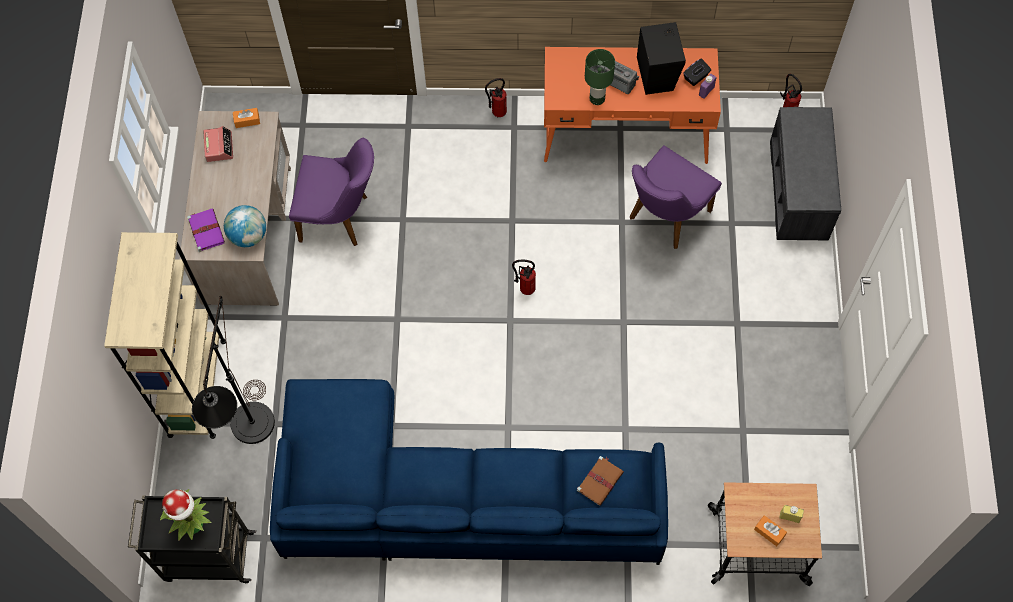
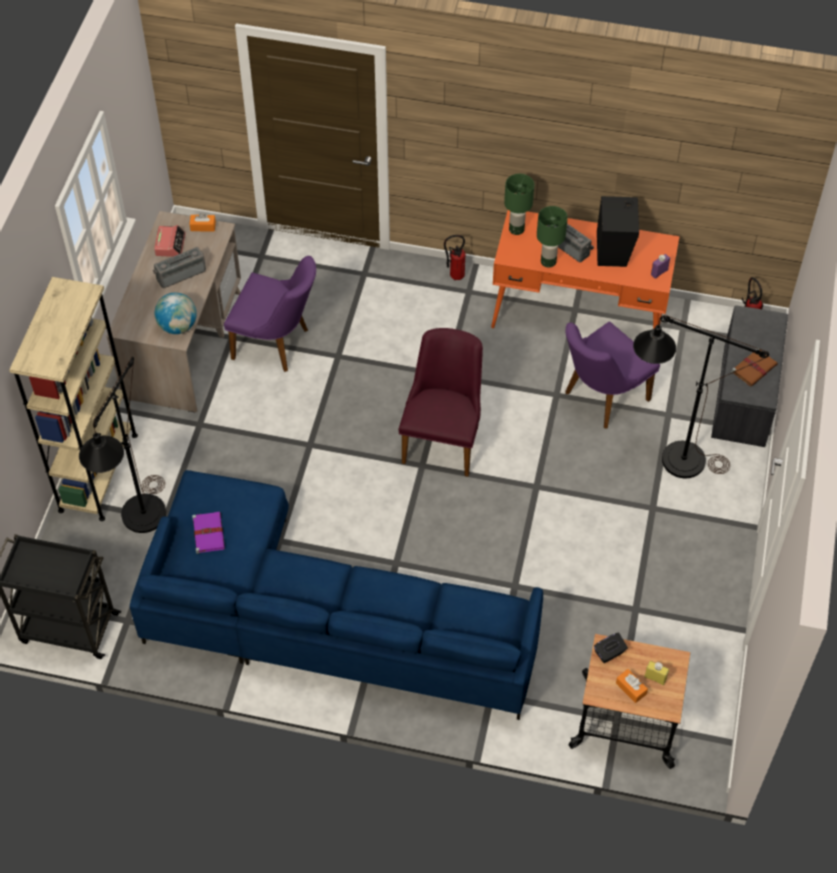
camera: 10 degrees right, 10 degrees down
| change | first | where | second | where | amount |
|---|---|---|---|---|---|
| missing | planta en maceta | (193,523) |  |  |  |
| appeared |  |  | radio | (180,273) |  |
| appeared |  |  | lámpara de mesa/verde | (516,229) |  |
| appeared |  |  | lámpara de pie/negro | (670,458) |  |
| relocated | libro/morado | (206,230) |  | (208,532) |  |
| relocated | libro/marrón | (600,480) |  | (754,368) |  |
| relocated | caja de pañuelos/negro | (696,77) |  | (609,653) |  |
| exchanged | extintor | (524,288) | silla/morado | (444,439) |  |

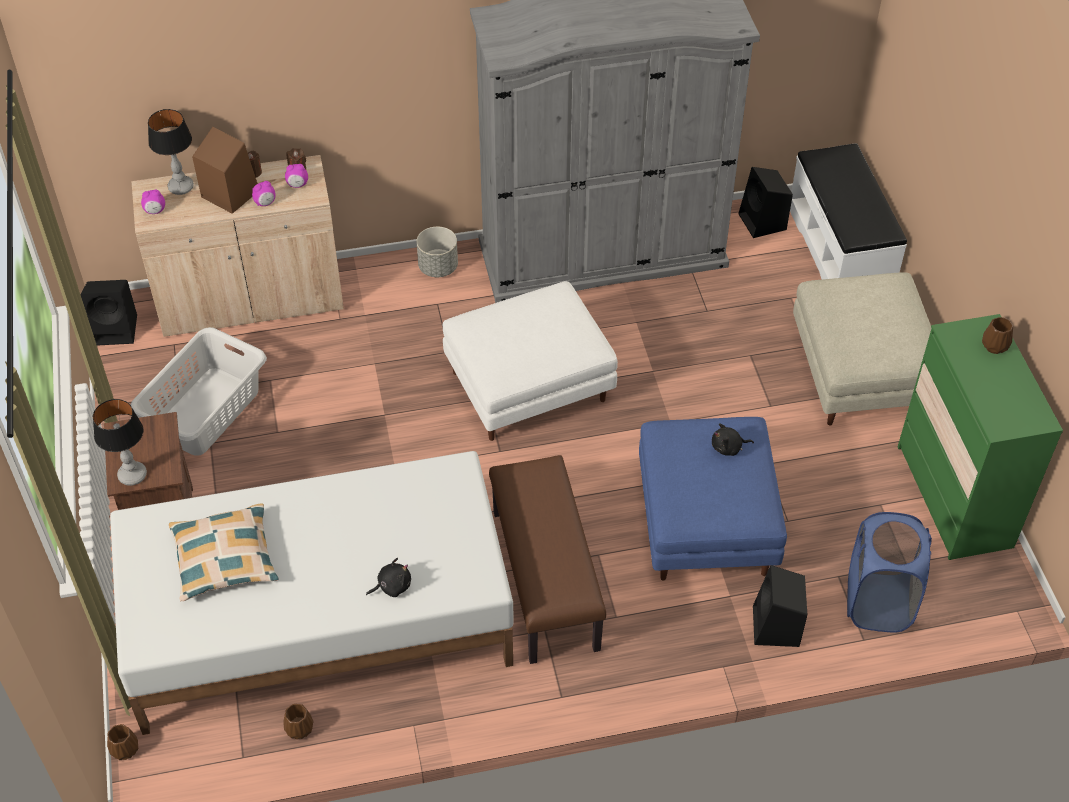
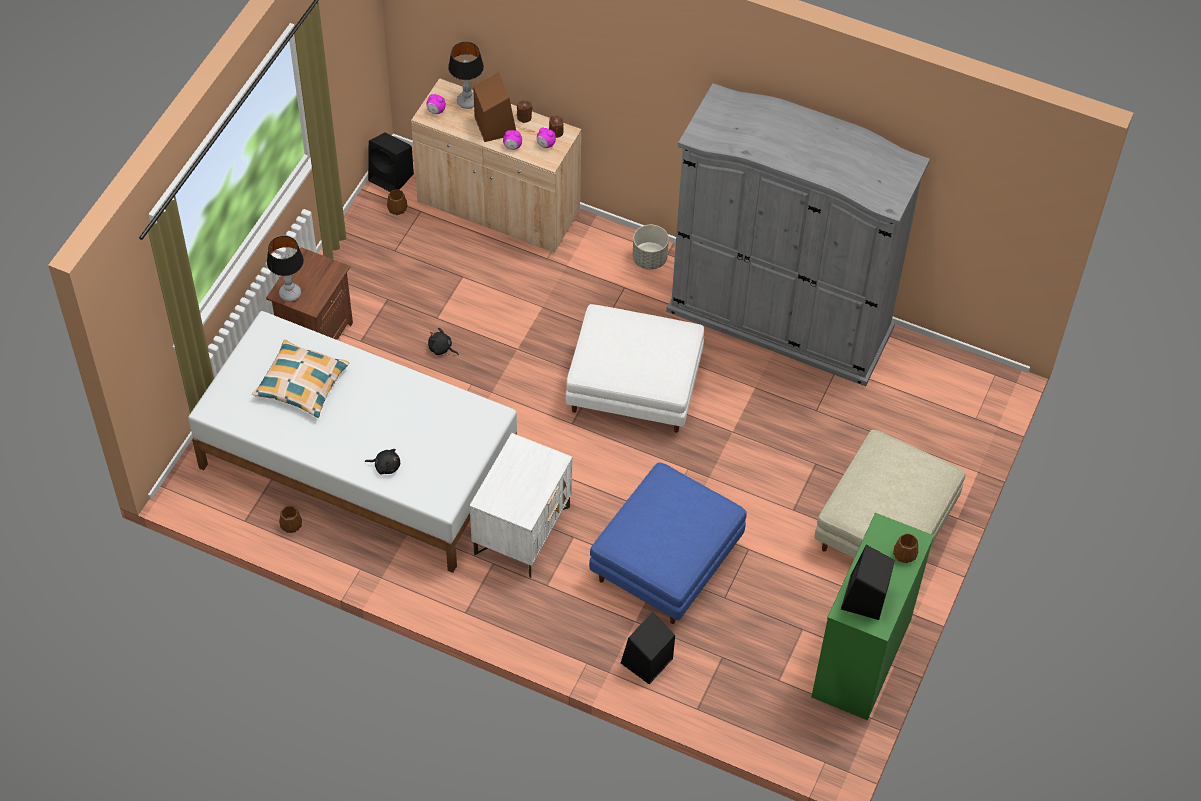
camera: 35 degrees right, 5 degrees up
| change | first | where | second | where | amount |
|---|---|---|---|---|---|
| missing | cesto de la ropa/gris | (205,411) |  |  |  |
| missing | banco/blanco | (840,251) |  |  |  |
| missing | cesto de la ropa/azul | (878,603) |  |  |  |
| relocated | florero/marrón | (124,748) |  | (397,208) |  |
| relocated | peluche/negro | (728,447) |  | (441,349) |  |
| relocated | altavoz/negro | (763,222) |  | (864,599) |  |
| exchanged | banco/marrón | (543,579) | mesita de noche/blanco | (522,530) |  |

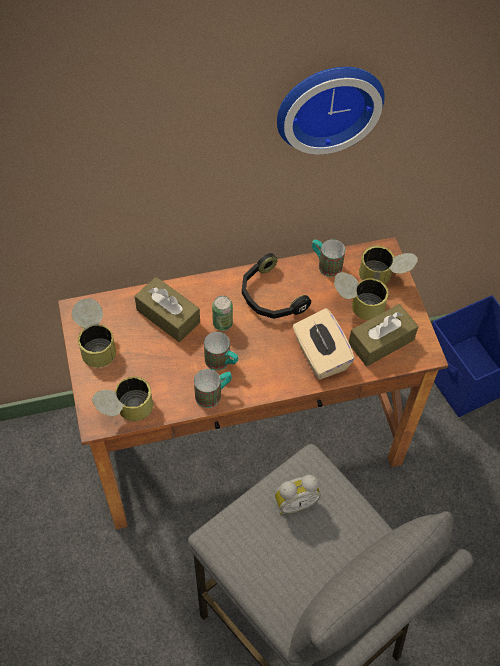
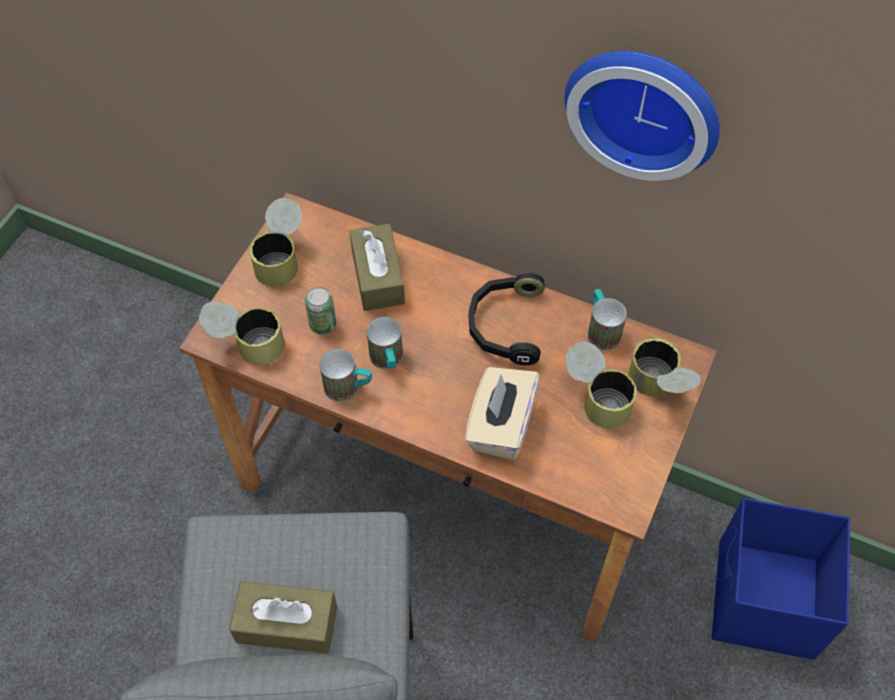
camera: 40 degrees right, 0 degrees up
| change | first | where | second | where | amount |
|---|---|---|---|---|---|
| missing | despertador | (295,502) |  |  |  |
| relocated | lata | (222,323) |  | (323,325) |  |
| relocated | caja de pañuelos/marrón | (381,341) |  | (287,624) |  |

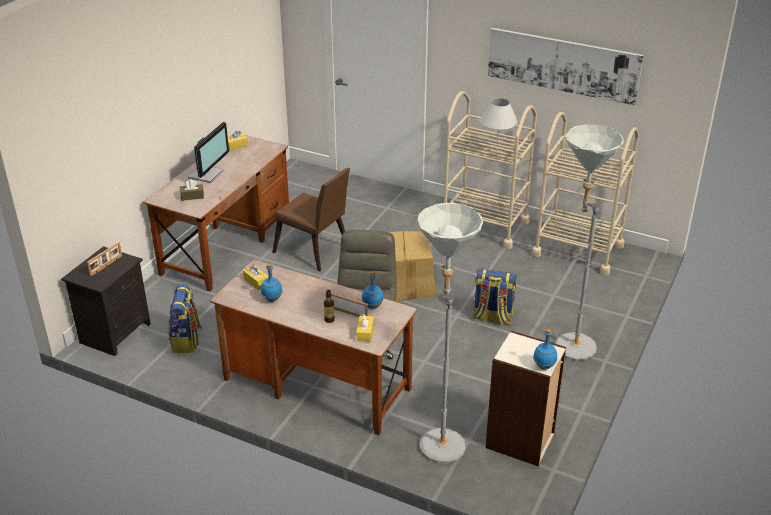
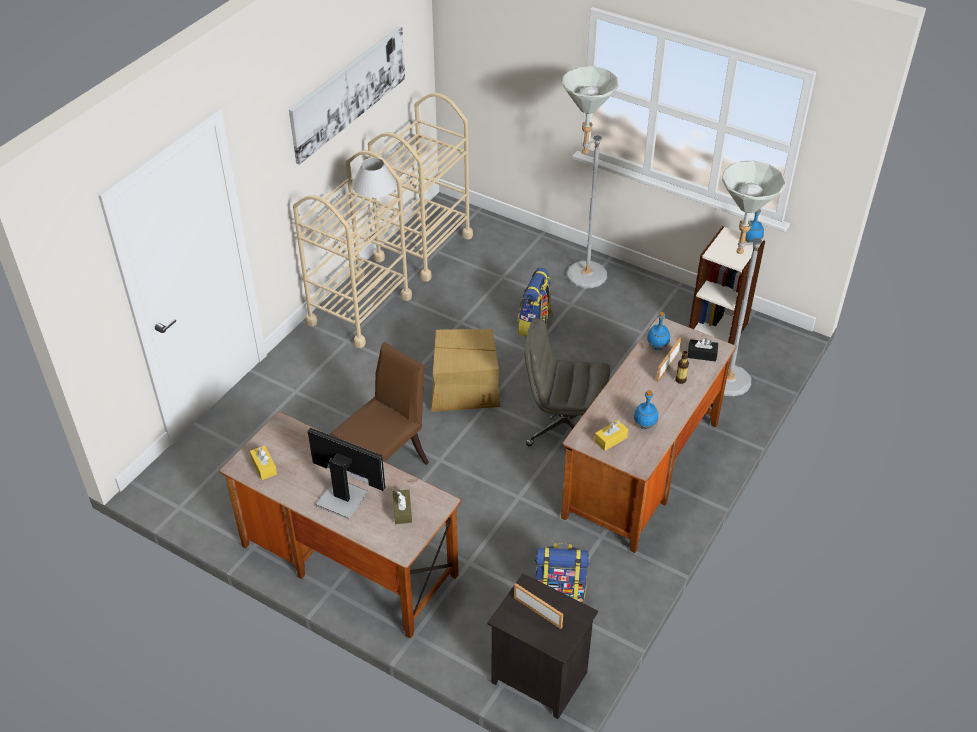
camera: 85 degrees left, 10 degrees up
| change | first | where | second | where | amount |
|---|---|---|---|---|---|
| colour | caja de pañuelos/amarillo | (365,333) | caja de pañuelos/negro | (702,354) |  |

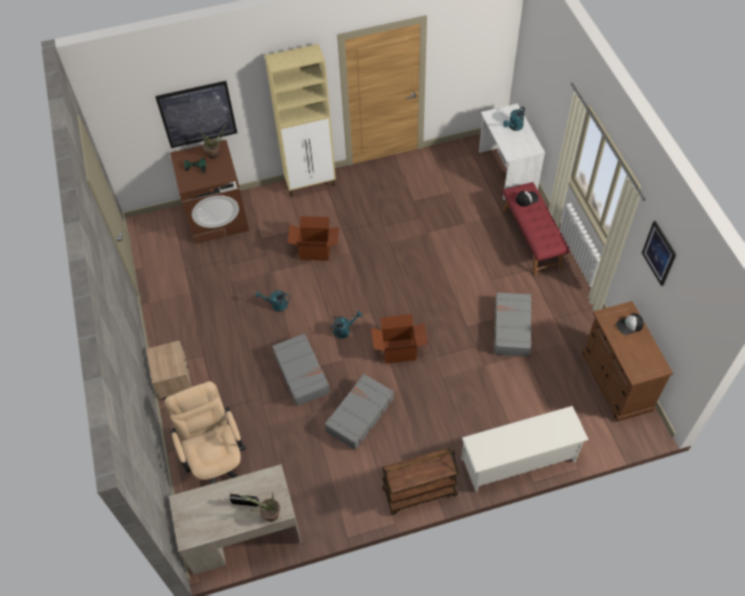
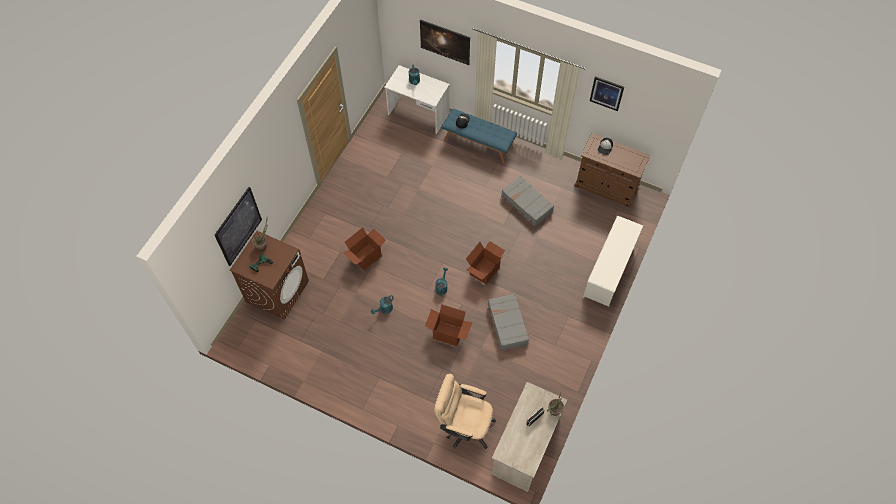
camera: 50 degrees left, 5 degrees up
| change | first | where | second | where | amount |
|---|---|---|---|---|---|
| missing | mesita de noche/beis | (175,381) |  |  |  |
| missing | armario/beis | (311,184) |  |  |  |
| missing | carrito/marrón | (419,493) |  |  |  |
| appeared |  |  | cuadro | (445,48) |  |
| exchanged | maleta/gris | (302,373) | caja de cartón | (448,333) |  |
| colour | banco/rojo | (532,239) | banco/azul | (478,144) |  |

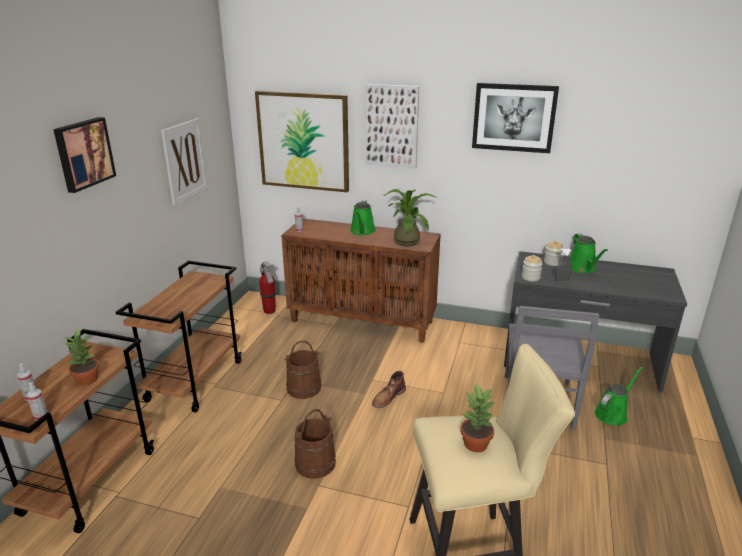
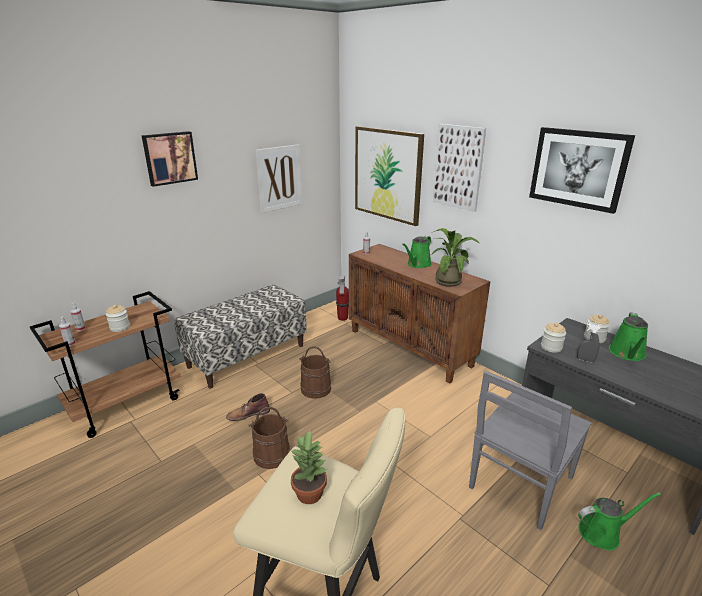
camera: 30 degrees right, 0 degrees up
| change | first | where | second | where | amount |
|---|---|---|---|---|---|
| relocated | bota/marrón | (388,397) |  | (248,414) |  |
| exchanged | planta en maceta | (86,380) | tarro | (120,327) |  |
| exchanged | carrito/marrón | (195,380) | banco | (247,355) |  |

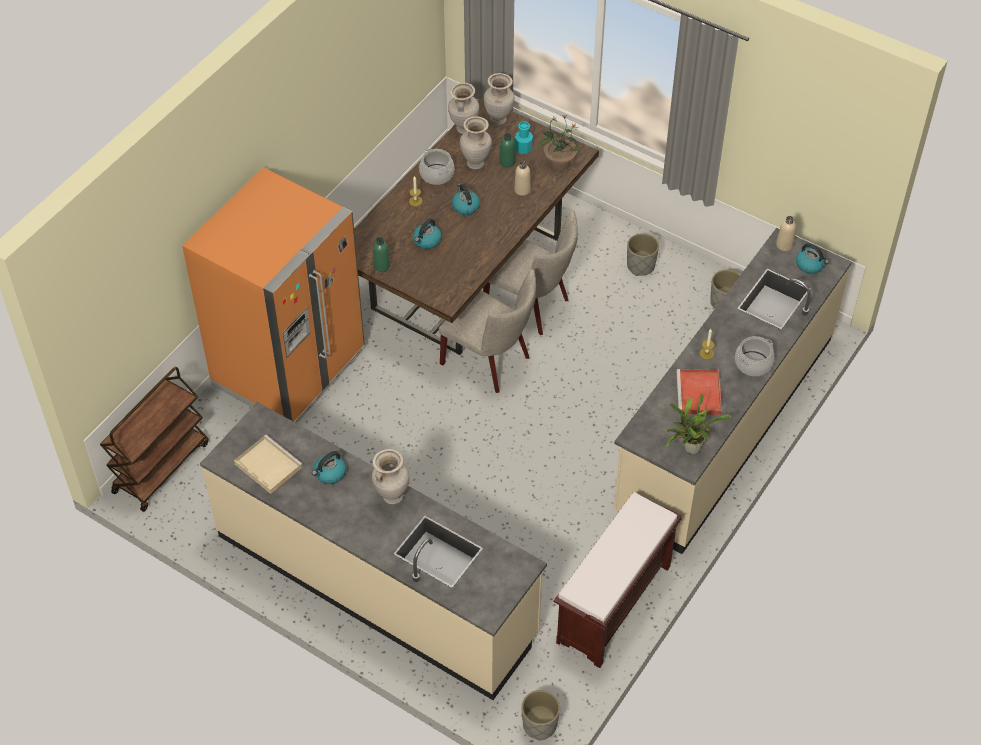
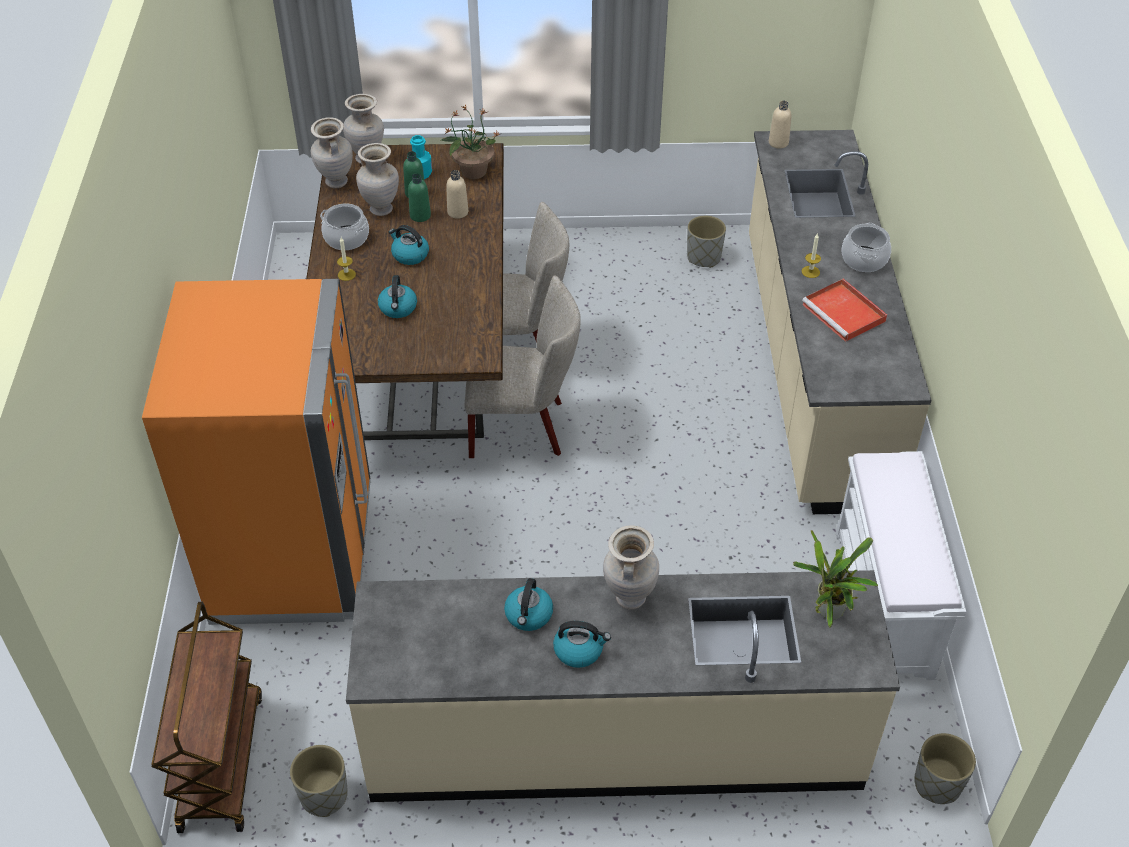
camera: 35 degrees left, 5 degrees down
| change | first | where | second | where | amount |
|---|---|---|---|---|---|
| missing | bandeja/beis | (267,465) |  |  |  |
| relocated | botella/verde | (381,266) |  | (420,215) |  |
| relocated | maceta/gris | (640,266) |  | (324,796) |  |
| relocated | planta en maceta | (689,449) |  | (828,614) |  |
| relocated | hervidor | (810,265) |  | (579,650) |  |
| colour | banco/marrón | (613,605) | banco/blanco | (884,604) |  |

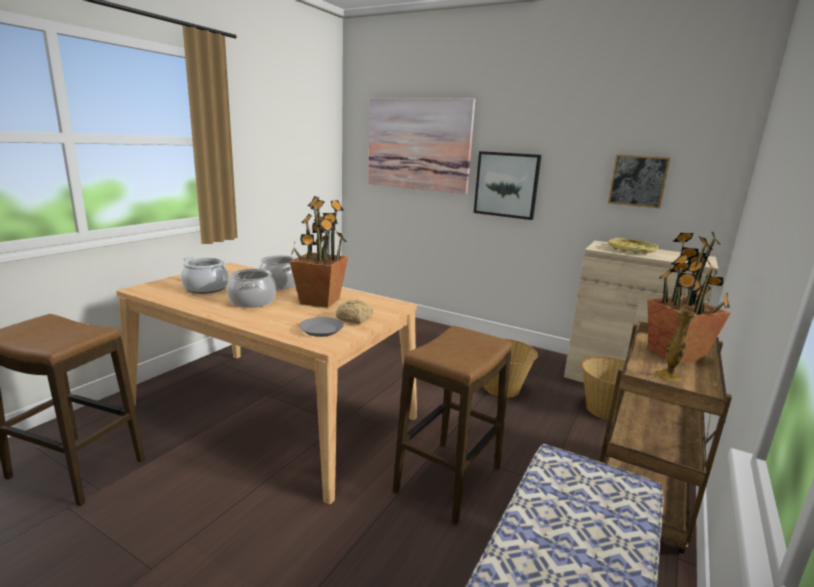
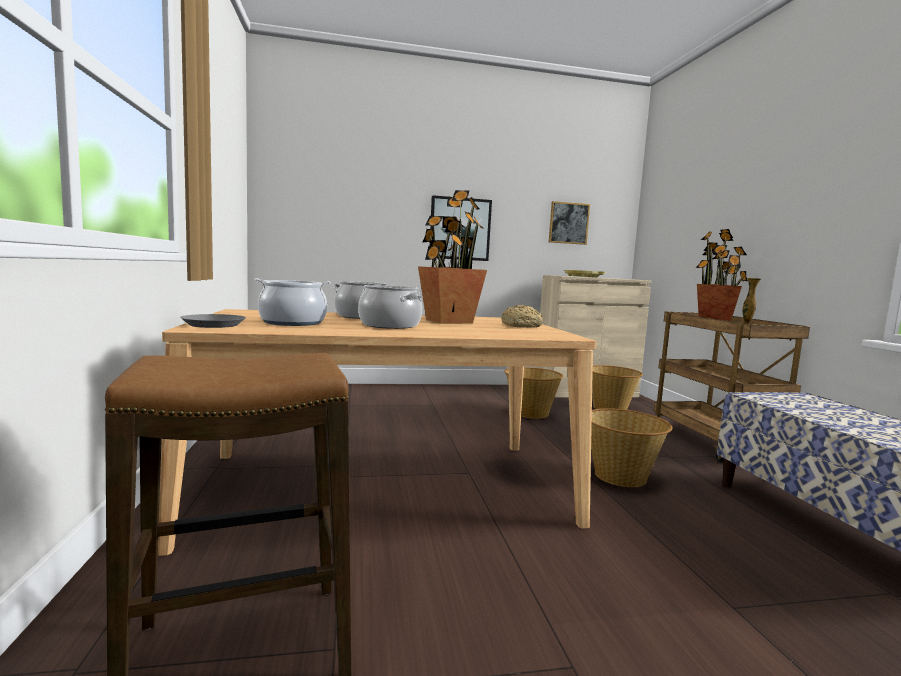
camera: 40 degrees left, 10 degrees down
| change | first | where | second | where | amount |
|---|---|---|---|---|---|
| missing | cuadro | (418,144) |  |  |  |
| relocated | plato/gris | (322,330) |  | (214,325) |  |
| exchanged | taburete | (448,480) | cesta | (621,476) |  |

